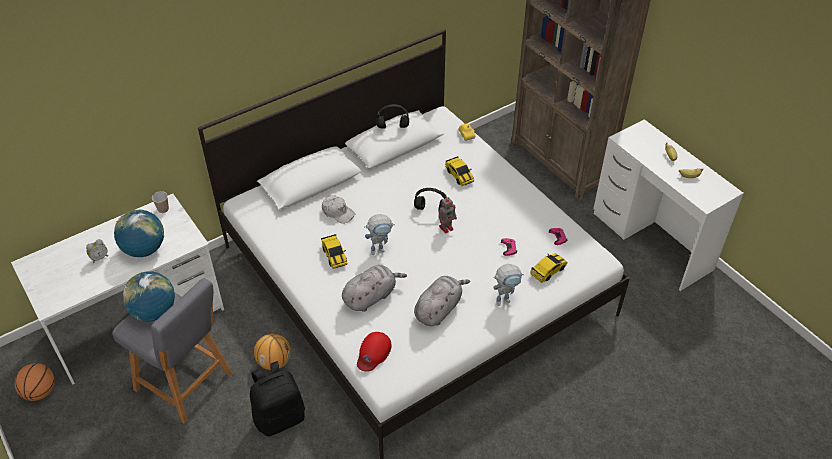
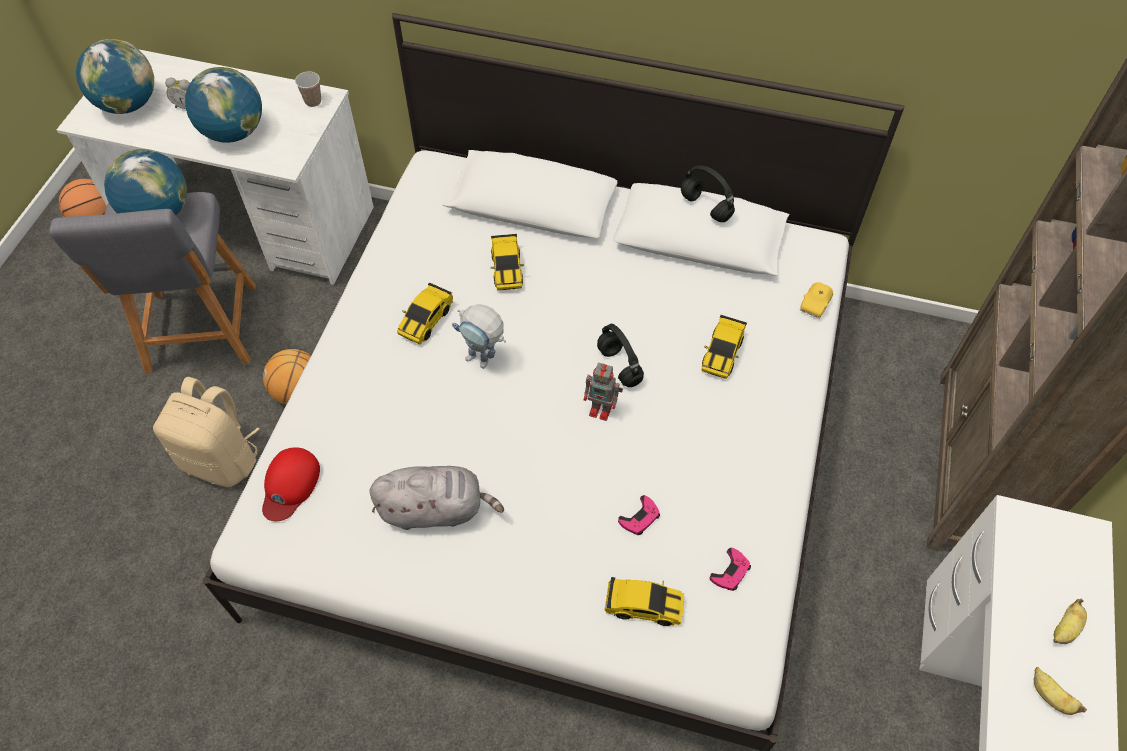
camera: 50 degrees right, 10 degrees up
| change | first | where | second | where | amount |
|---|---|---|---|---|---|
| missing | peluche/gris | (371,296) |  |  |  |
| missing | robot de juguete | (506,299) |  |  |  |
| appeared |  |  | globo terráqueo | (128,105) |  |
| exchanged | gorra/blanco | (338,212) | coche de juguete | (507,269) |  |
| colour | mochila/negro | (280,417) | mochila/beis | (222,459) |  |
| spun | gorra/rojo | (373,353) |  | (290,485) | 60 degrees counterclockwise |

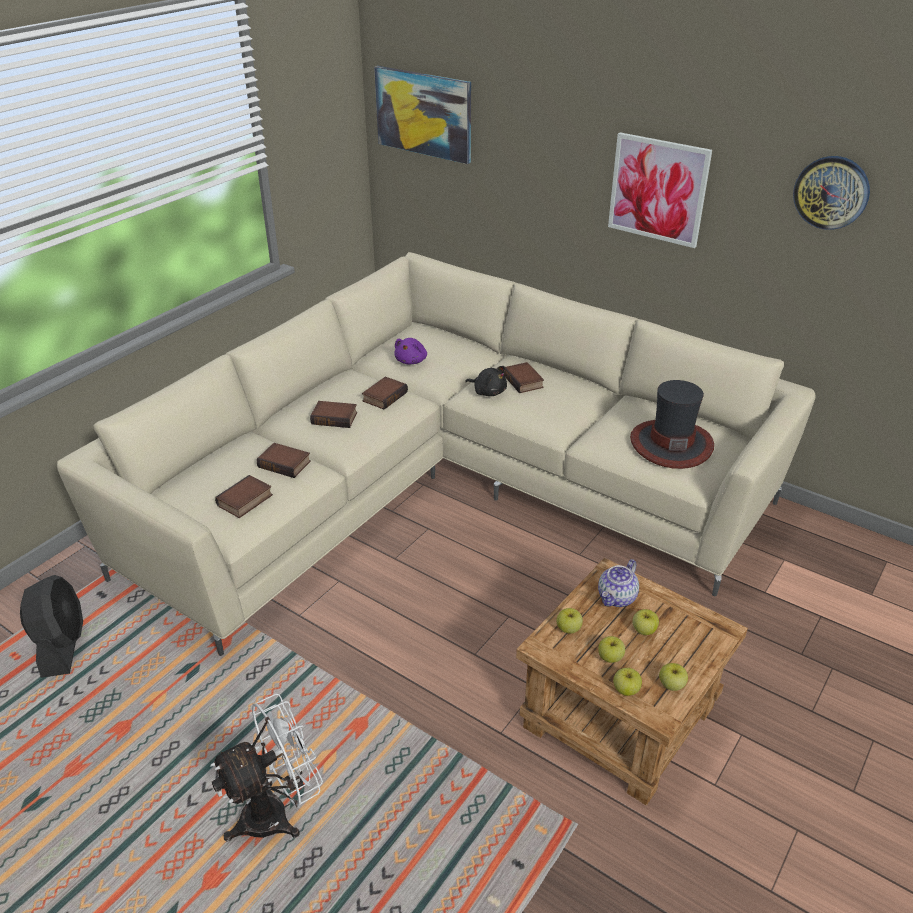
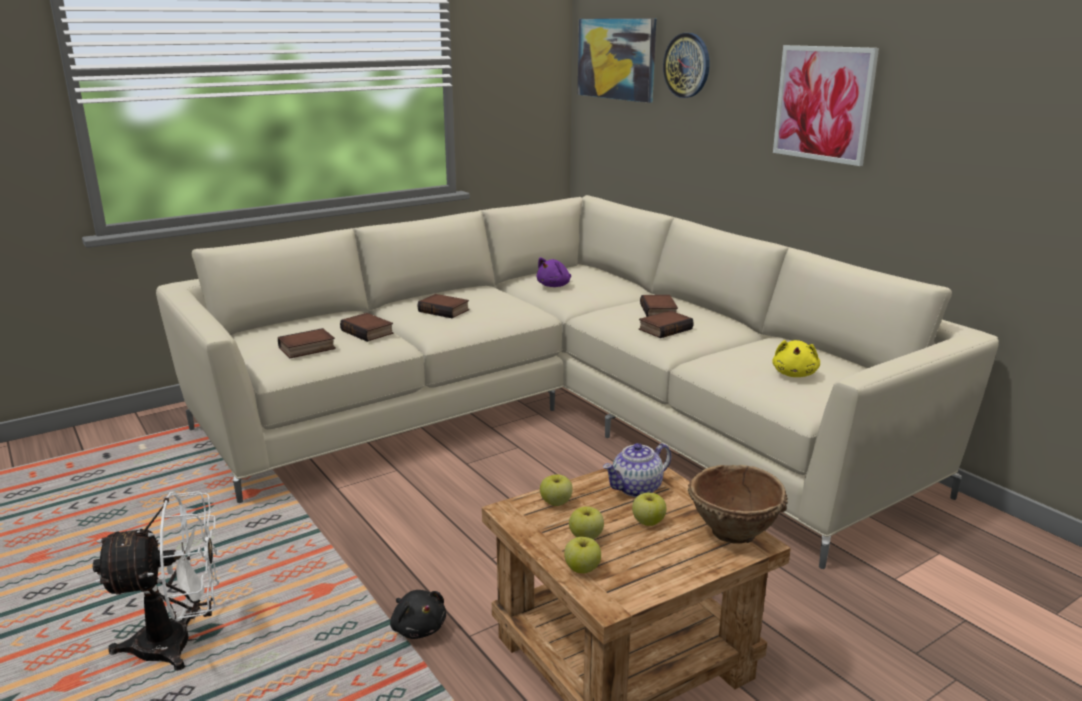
camera: 20 degrees right, 15 degrees down
| change | first | where | second | where | amount |
|---|---|---|---|---|---|
| missing | ventilador/negro | (62,645) |  |  |  |
| missing | manzana | (671,685) |  |  |  |
| appeared |  |  | cuenco/marrón | (733,533) |  |
| relocated | libro | (384,396) |  | (665,328) |  |
| relocated | peluche/negro | (488,392) |  | (418,627) |  |
| relocated | reloj de pared | (831,192) |  | (687,65) |  |
| exchanged | sombrero | (671,444) | peluche/amarillo | (794,374) |  |

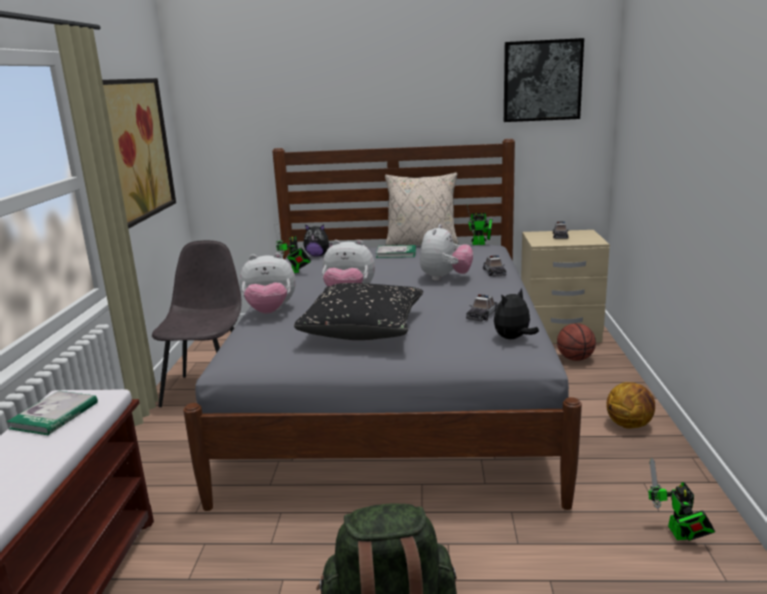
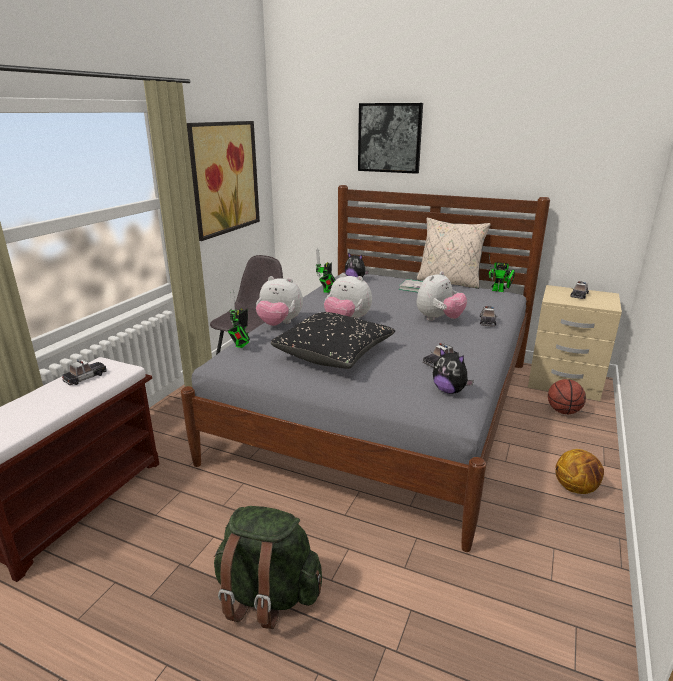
camera: 20 degrees right, 5 degrees up
| change | first | where | second | where | amount |
|---|---|---|---|---|---|
| relocated | cuadro | (542,81) |  | (389,138) |  |
| relocated | robot de juguete | (679,535) |  | (241,345) |  |
| exchanged | libro | (54,415) | coche de juguete | (85,377) |  |
| spun | peluche | (513,338) |  | (449,391) | 120 degrees counterclockwise |

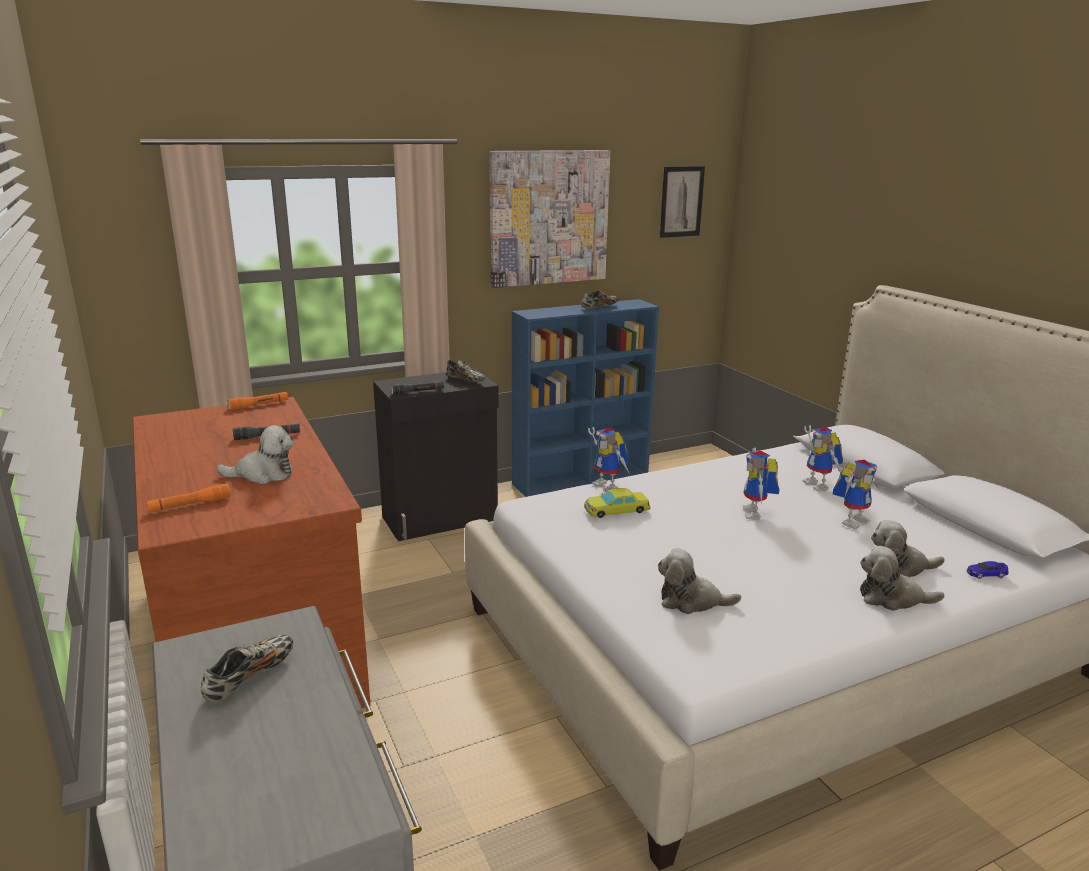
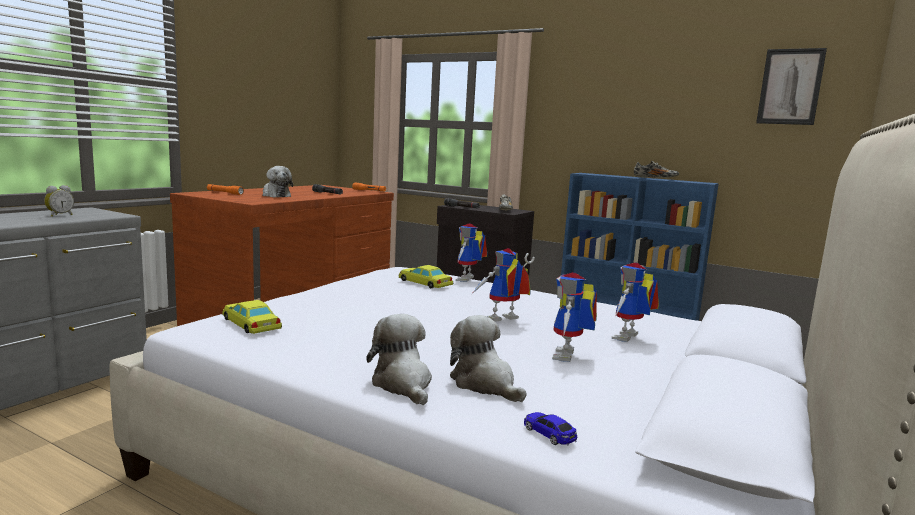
camera: 55 degrees right, 10 degrees down
| change | first | where | second | where | amount |
|---|---|---|---|---|---|
| missing | cuadro | (548,218) |  |  |  |
| missing | peluche | (691,601) |  |  |  |
| appeared |  |  | coche de juguete/amarillo | (251,323) |  |
| exchanged | zapato | (250,677) | despertador | (59,215) |  |
| spun | robot de juguete | (852,520) |  | (569,357) | 90 degrees clockwise |

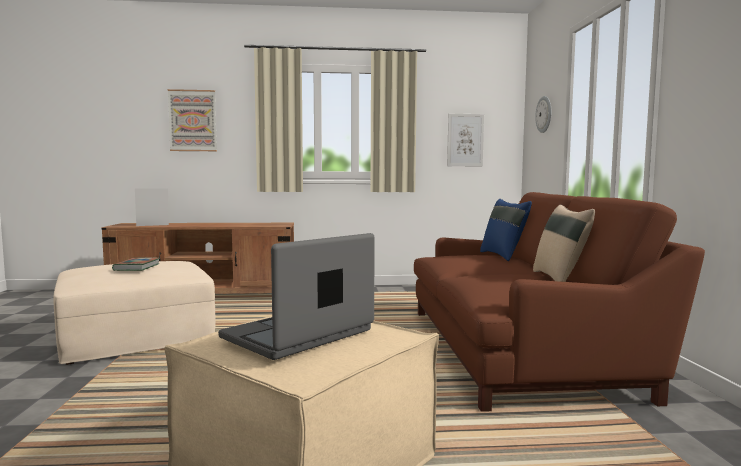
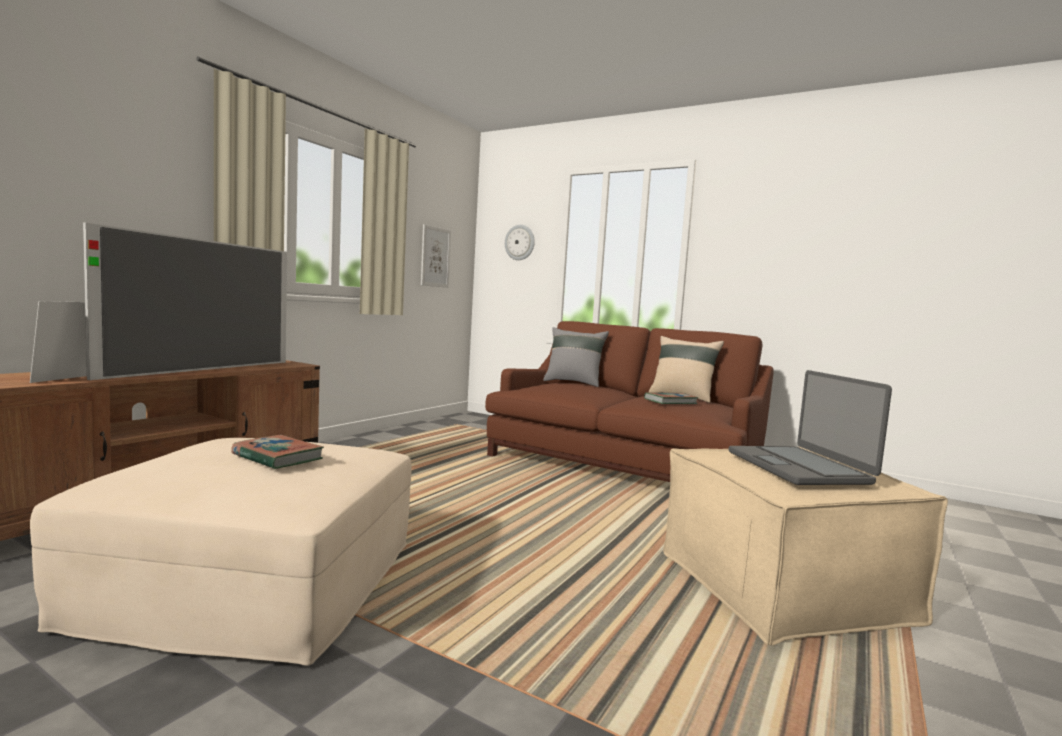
camera: 55 degrees left, 0 degrees up
| change | first | where | second | where | amount |
|---|---|---|---|---|---|
| missing | cuadro | (193,120) |  |  |  |
| appeared |  |  | televisor | (203,369) |  |
| appeared |  |  | libro | (670,401) |  |
| colour | cojín/azul | (503,256) | cojín/gris | (573,382) |  |

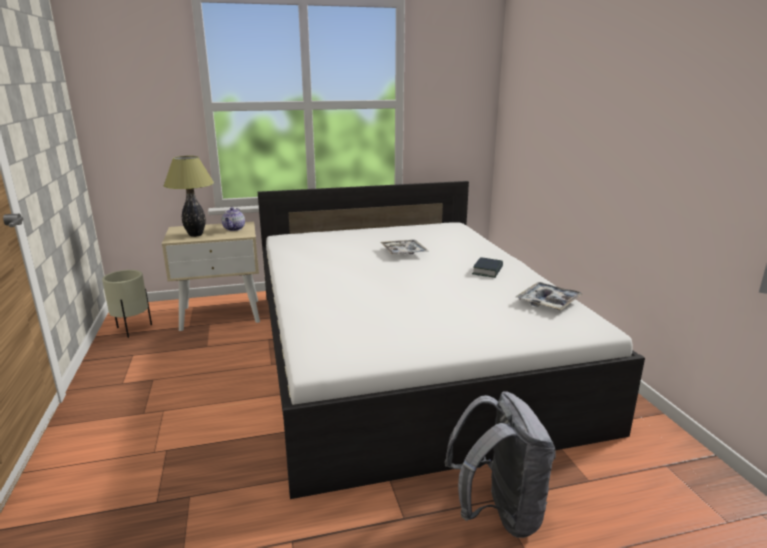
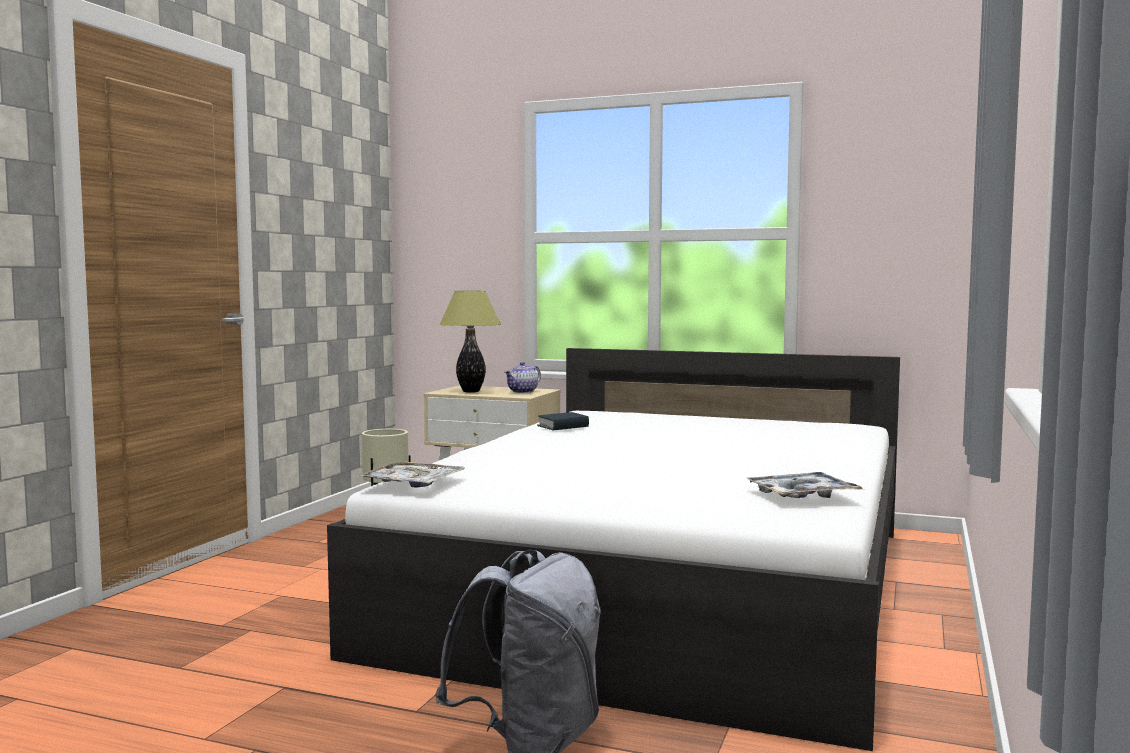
camera: 35 degrees right, 15 degrees down
| change | first | where | second | where | amount |
|---|---|---|---|---|---|
| relocated | bandeja | (403,252) |  | (413,484) |  |
| relocated | libro | (487,271) |  | (563,426) |  |

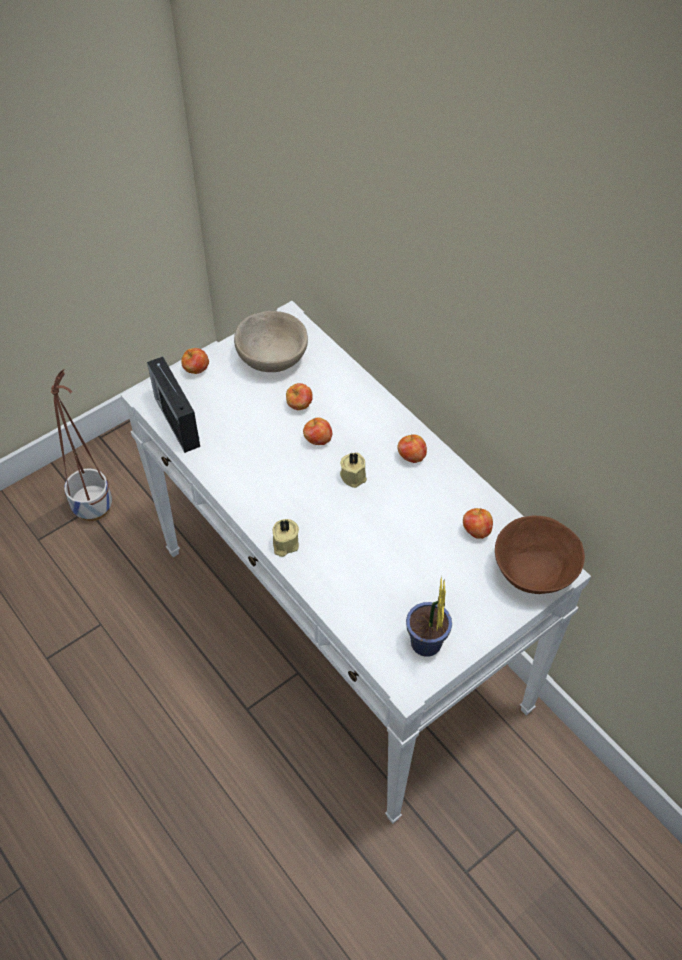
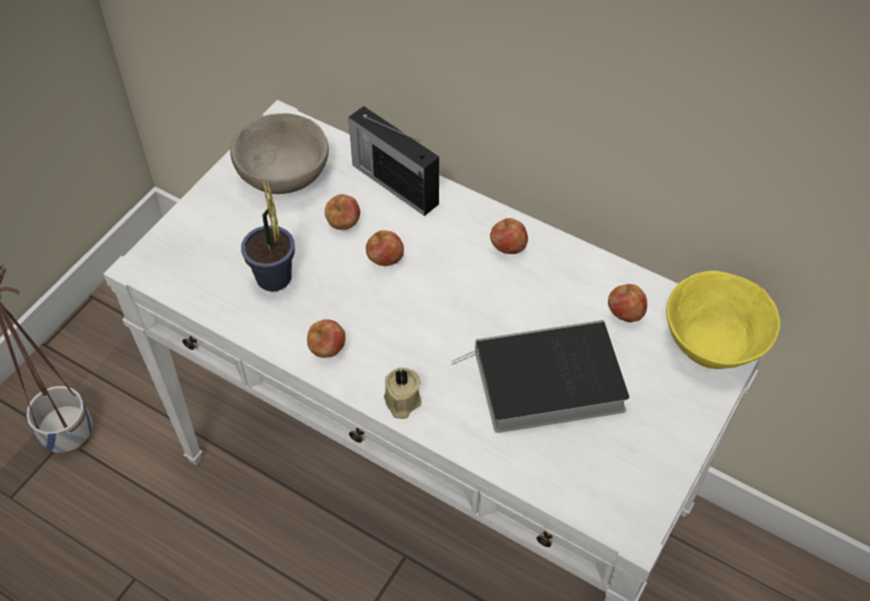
camera: 20 degrees left, 0 degrees up
| change | first | where | second | where | amount |
|---|---|---|---|---|---|
| missing | vela/beis | (354,475) |  |  |  |
| appeared |  |  | libro | (544,383) |  |
| relocated | radio | (176,420) |  | (393,183) |  |
| relocated | manzana | (196,370) |  | (328,350) |  |
| relocated | planta en maceta | (425,647) |  | (274,282) |  |
| colour | cuenco/marrón | (533,573) | cuenco/amarillo | (713,343) |  |

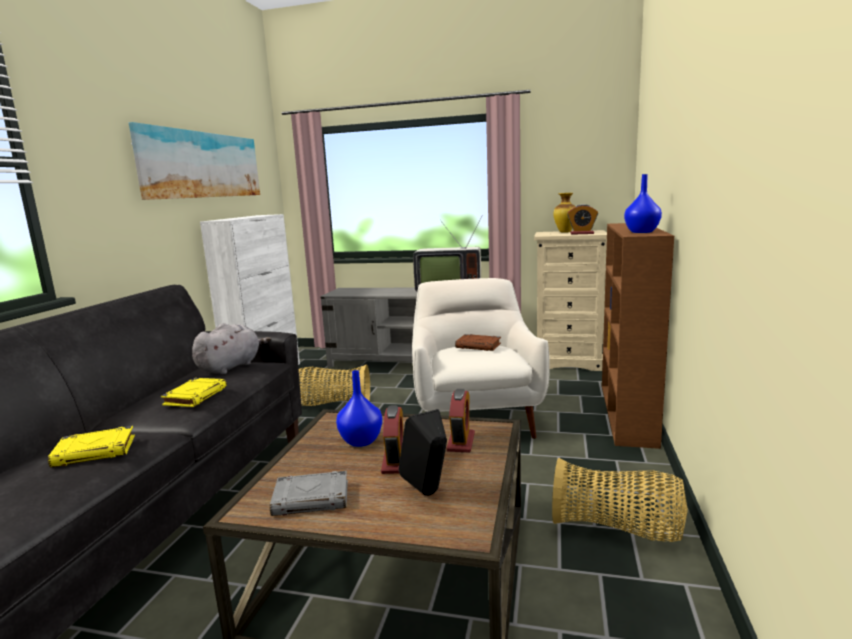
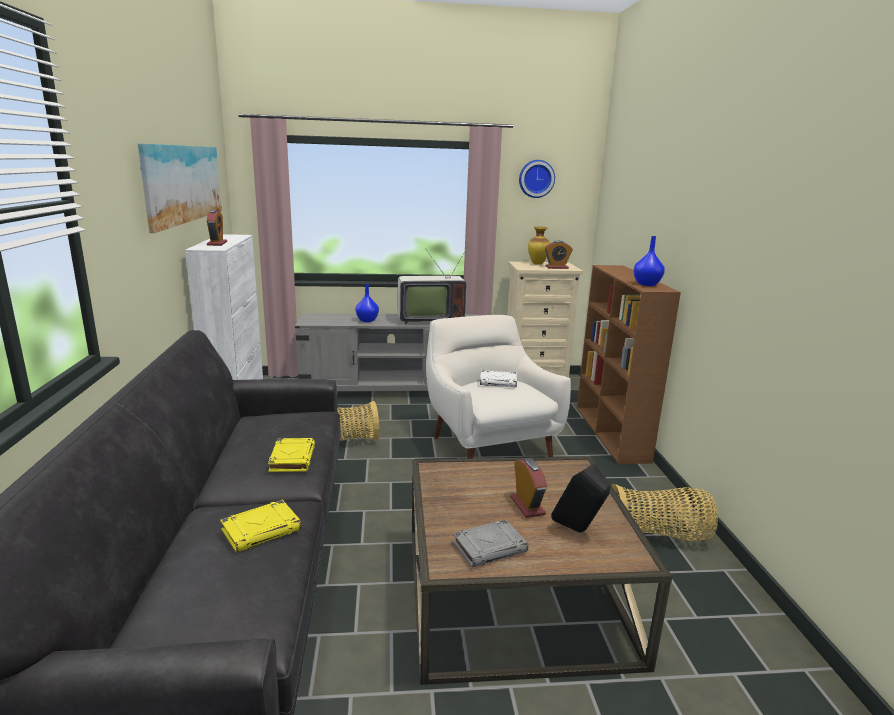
camera: 20 degrees left, 5 degrees up
| change | first | where | second | where | amount |
|---|---|---|---|---|---|
| missing | peluche/gris | (231,366) |  |  |  |
| appeared |  |  | reloj de pared | (536,178) |  |
| relocated | florero/azul | (362,441) |  | (367,320) |  |
| relocated | despertador | (461,442) |  | (217,243) |  |
| colour | libro/marrón | (479,346) | libro/blanco | (498,382) |  |

